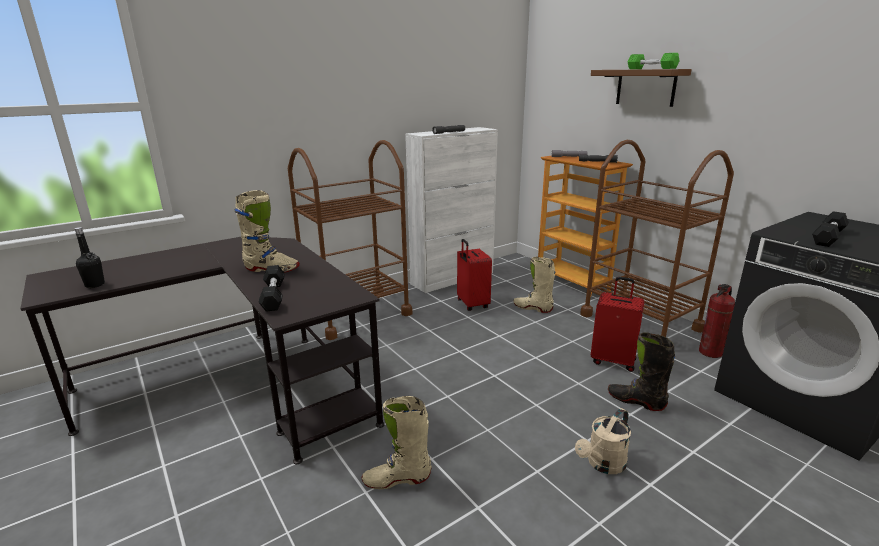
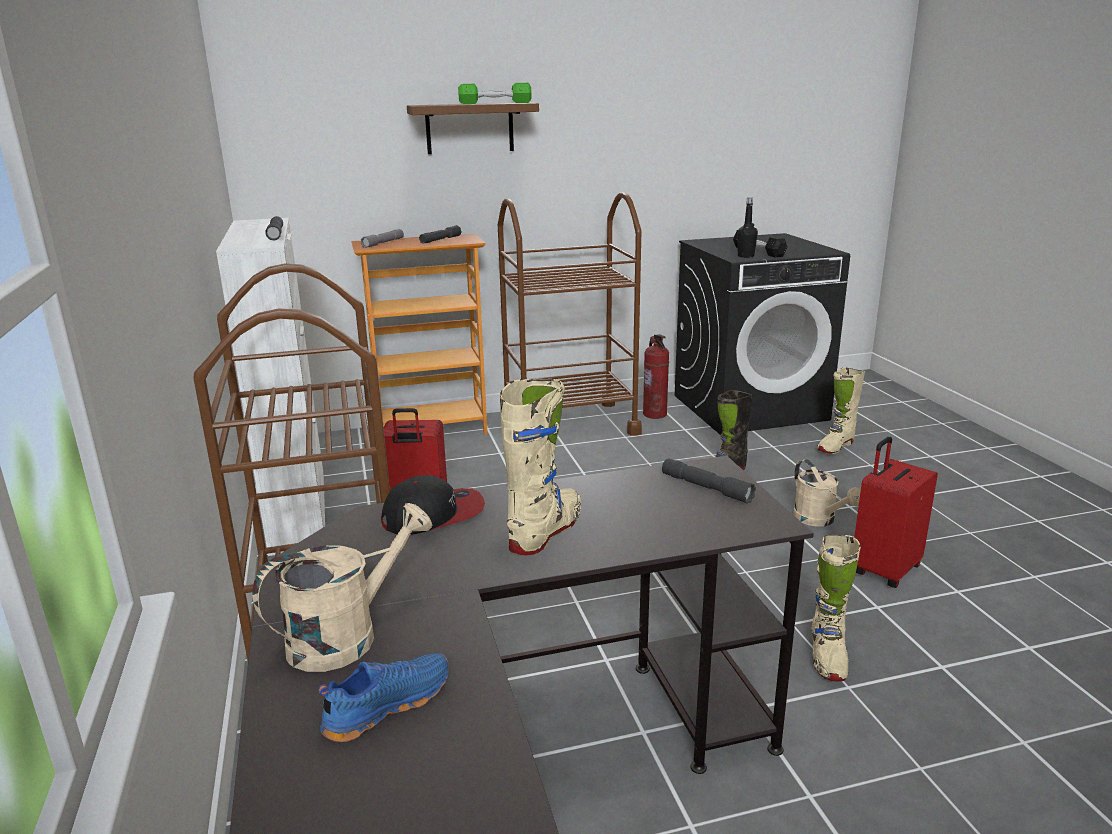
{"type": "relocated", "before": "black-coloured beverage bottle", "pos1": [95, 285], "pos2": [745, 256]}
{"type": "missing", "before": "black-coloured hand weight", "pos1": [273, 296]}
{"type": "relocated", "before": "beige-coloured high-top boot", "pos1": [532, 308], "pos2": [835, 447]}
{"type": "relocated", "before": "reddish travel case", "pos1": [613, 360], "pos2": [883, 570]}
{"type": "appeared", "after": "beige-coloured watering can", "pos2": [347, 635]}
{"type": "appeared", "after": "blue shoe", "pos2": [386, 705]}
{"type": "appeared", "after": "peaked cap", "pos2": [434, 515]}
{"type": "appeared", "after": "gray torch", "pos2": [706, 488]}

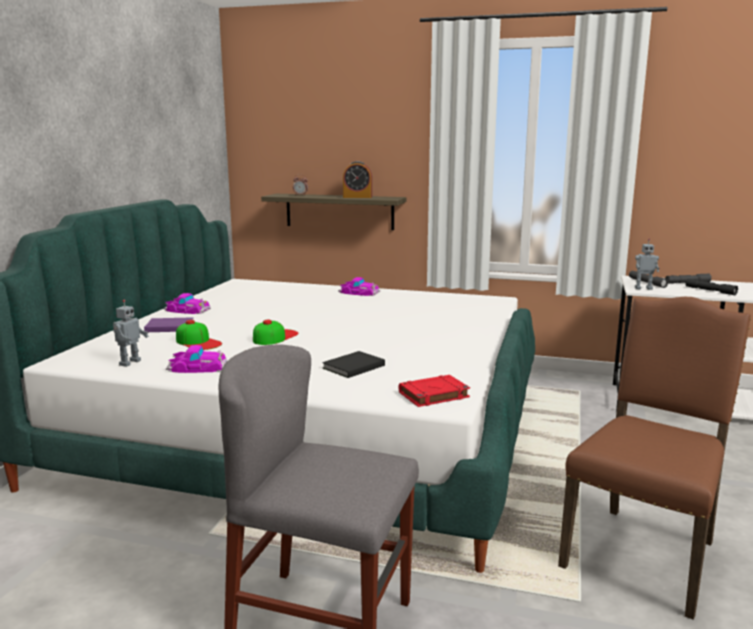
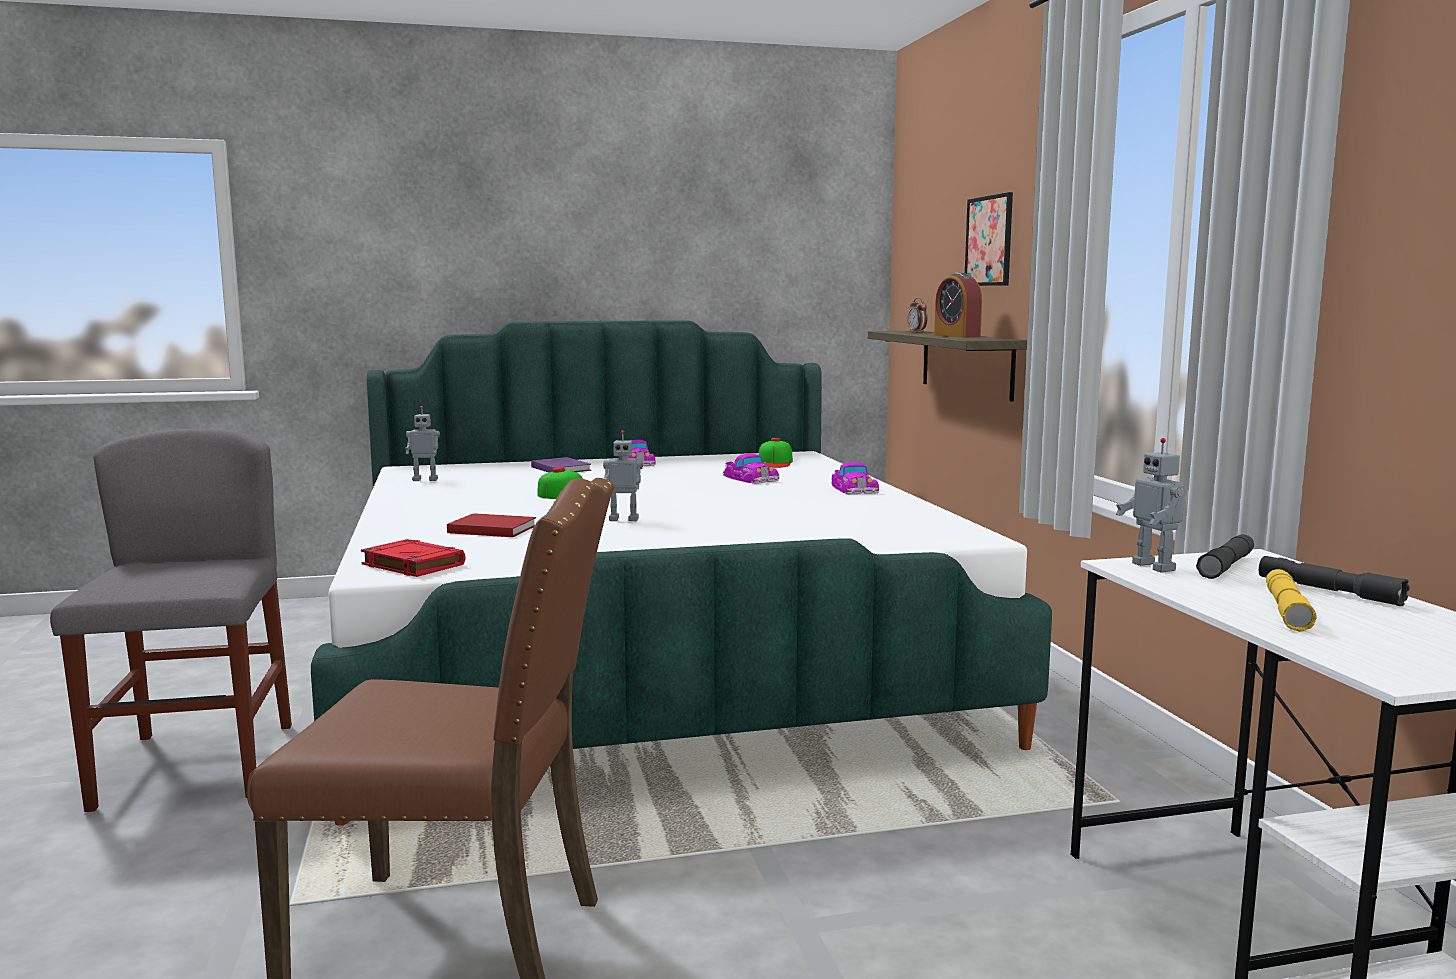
{"type": "relocated", "before": "toy car", "pos1": [198, 367], "pos2": [750, 478]}
{"type": "relocated", "before": "peaked cap", "pos1": [198, 342], "pos2": [774, 463]}
{"type": "colour", "before": "black-coloured book", "after": "reddish book", "pos1": [352, 367], "pos2": [491, 529]}
{"type": "colour", "before": "black-coloured torch", "after": "yellowish torch", "pos1": [710, 291], "pos2": [1287, 611]}
{"type": "appeared", "after": "model robot", "pos2": [624, 519]}
{"type": "appeared", "after": "wall picture", "pos2": [989, 241]}

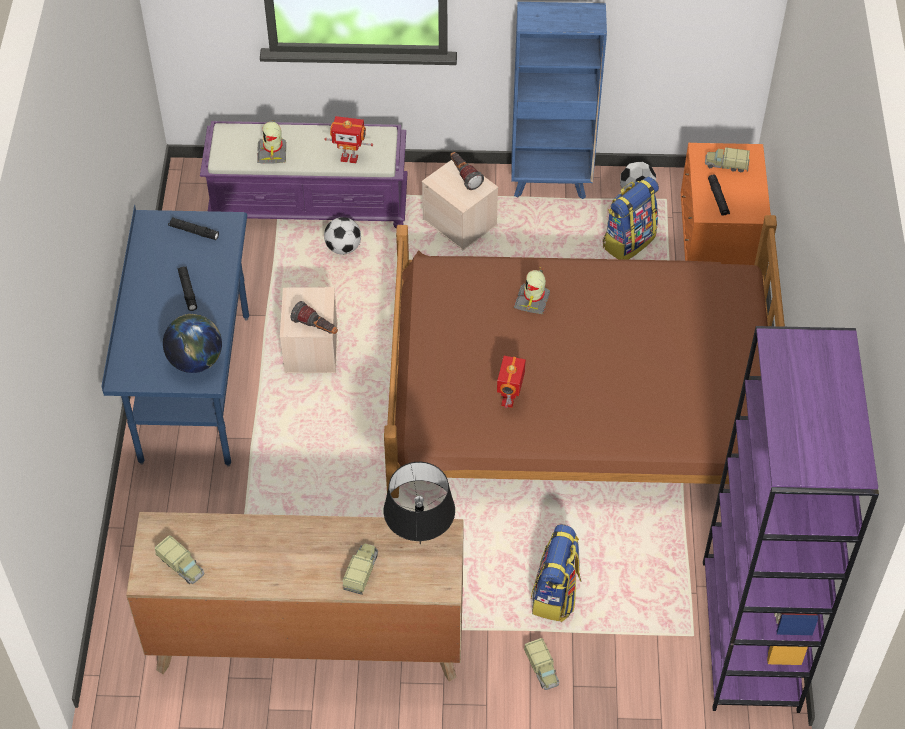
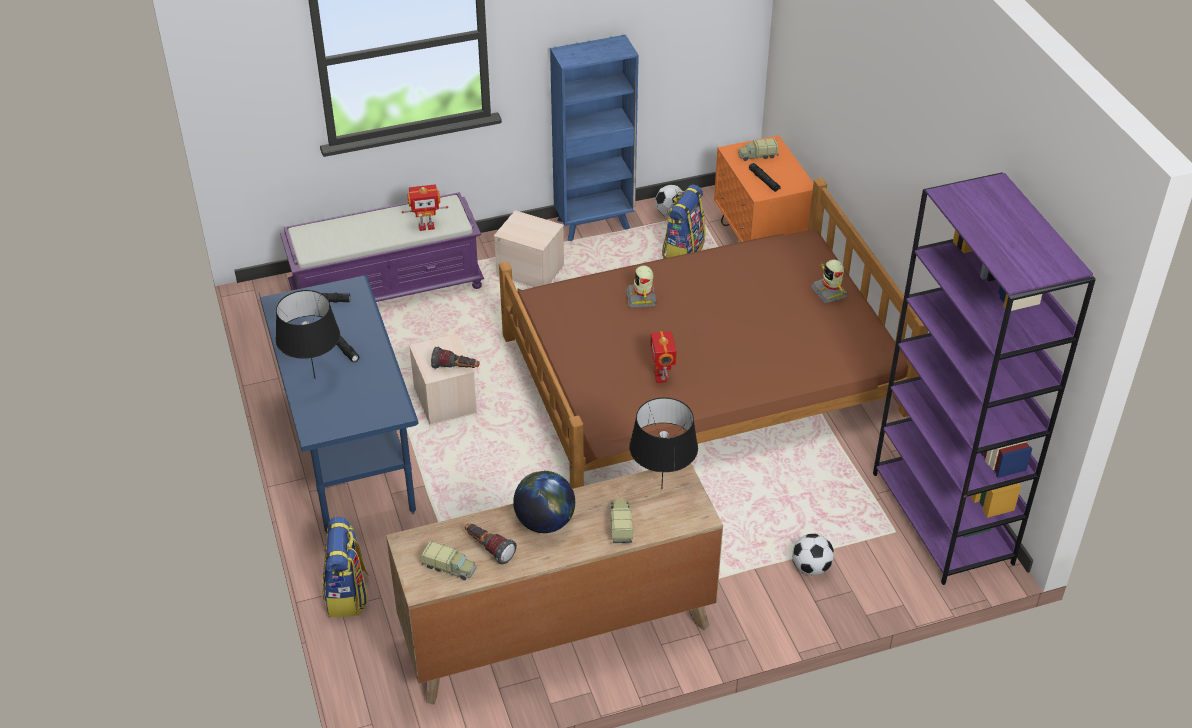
{"type": "relocated", "before": "world globe", "pos1": [196, 361], "pos2": [545, 522]}
{"type": "relocated", "before": "model robot", "pos1": [273, 153], "pos2": [830, 292]}
{"type": "relocated", "before": "ball for football", "pos1": [343, 248], "pos2": [811, 567]}
{"type": "relocated", "before": "torch", "pos1": [464, 176], "pos2": [488, 548]}
{"type": "missing", "before": "model truck", "pos1": [542, 669]}
{"type": "relocated", "before": "rucksack", "pos1": [555, 595], "pos2": [347, 594]}
{"type": "appeared", "after": "black-coloured lamp for a table", "pos2": [314, 378]}

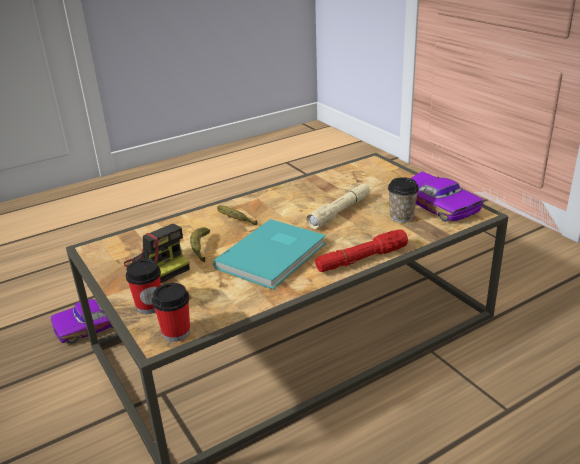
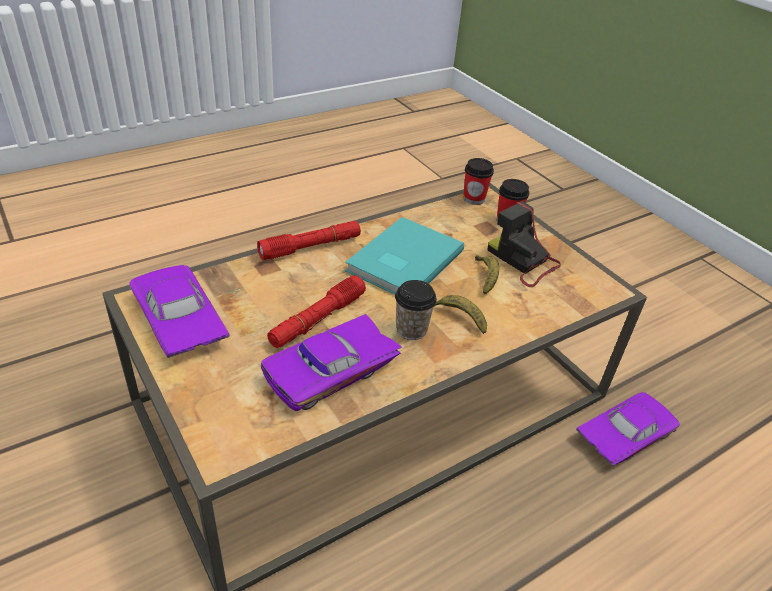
{"type": "colour", "before": "beige-coloured torch", "after": "reddish torch", "pos1": [340, 212], "pos2": [317, 319]}
{"type": "relocated", "before": "small cup", "pos1": [401, 217], "pos2": [411, 329]}
{"type": "appeared", "after": "purple toy car", "pos2": [333, 373]}

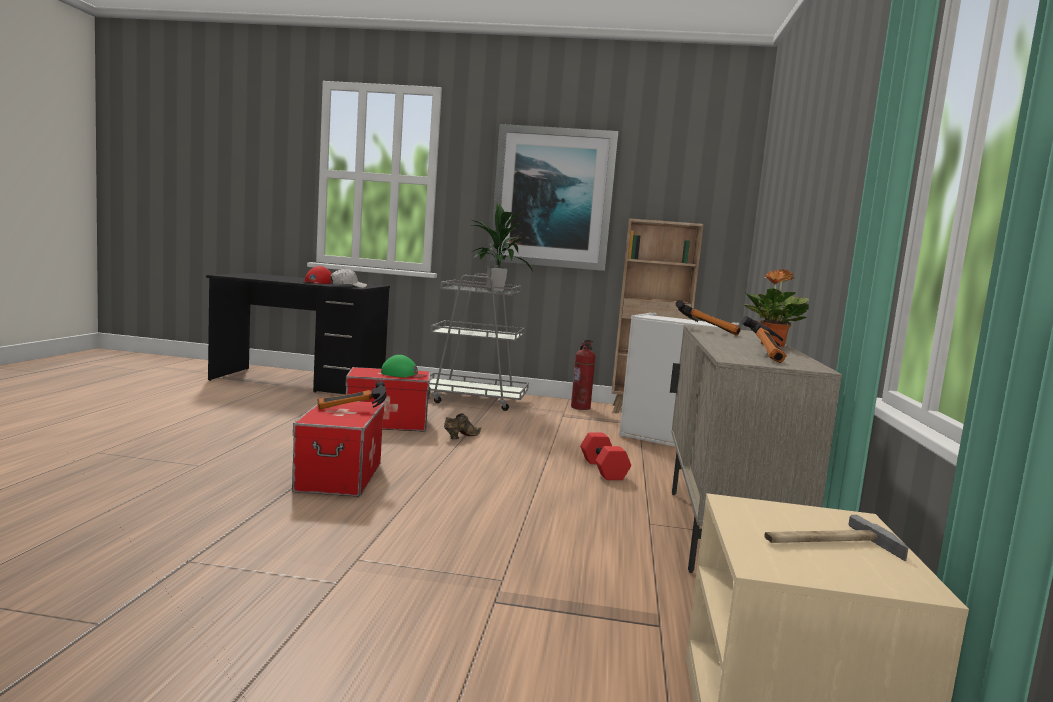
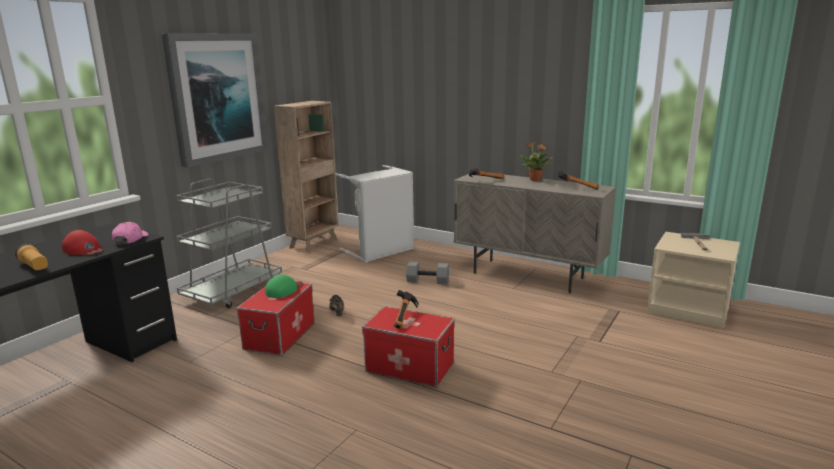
{"type": "colour", "before": "white-coloured peaked cap", "after": "pink peaked cap", "pos1": [348, 286], "pos2": [130, 239]}
{"type": "missing", "before": "potted plant", "pos1": [495, 291]}
{"type": "missing", "before": "extinguisher", "pos1": [581, 407]}
{"type": "colour", "before": "reddish hand weight", "after": "gray hand weight", "pos1": [604, 469], "pos2": [428, 281]}
{"type": "appeared", "after": "torch", "pos2": [34, 266]}

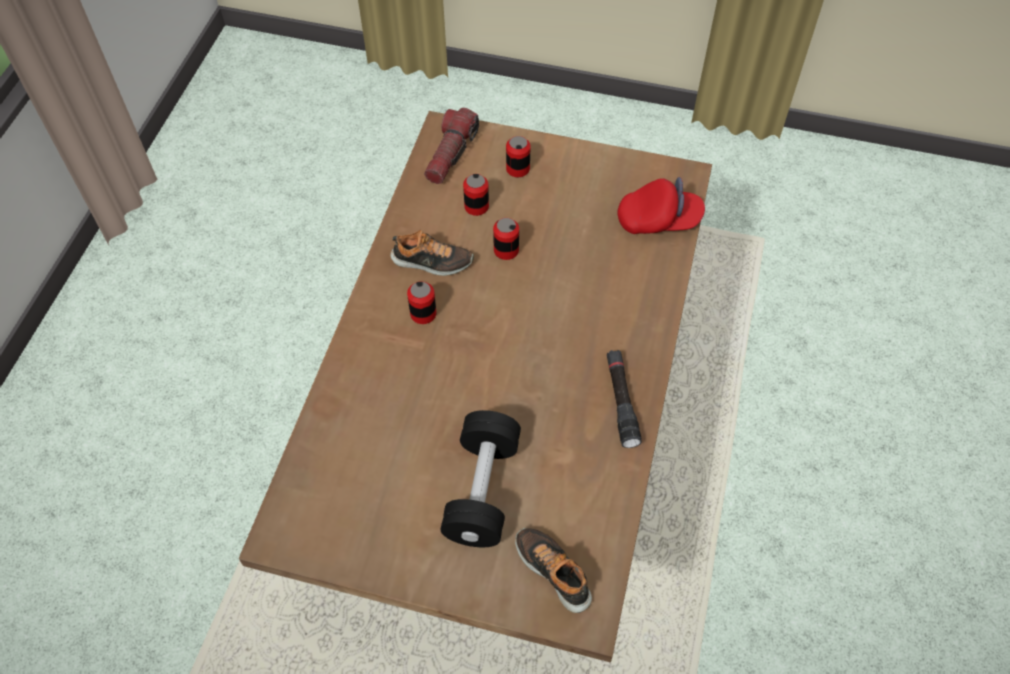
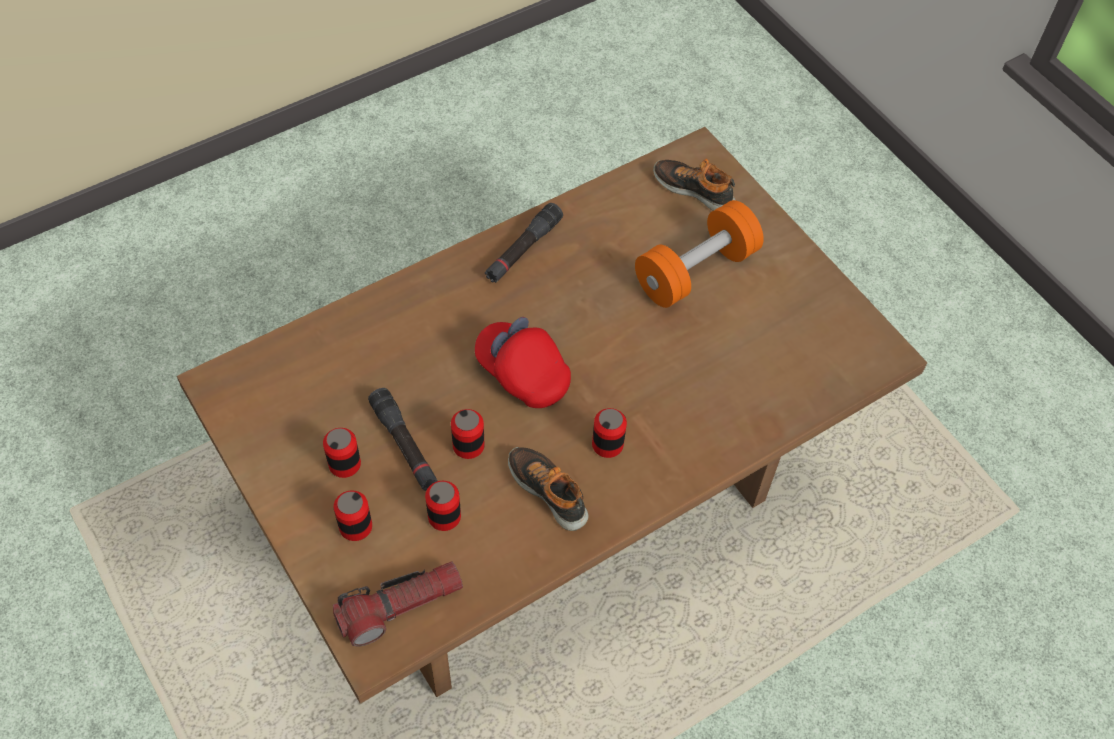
{"type": "colour", "before": "black-coloured hand weight", "after": "orangey hand weight", "pos1": [482, 490], "pos2": [696, 271]}
{"type": "spun", "before": "shoe", "pos1": [554, 571], "pos2": [694, 190], "turn": 120}
{"type": "relocated", "before": "reddish peaked cap", "pos1": [658, 220], "pos2": [522, 373]}
{"type": "appeared", "after": "can", "pos2": [344, 464]}
{"type": "appeared", "after": "black-coloured torch", "pos2": [404, 445]}

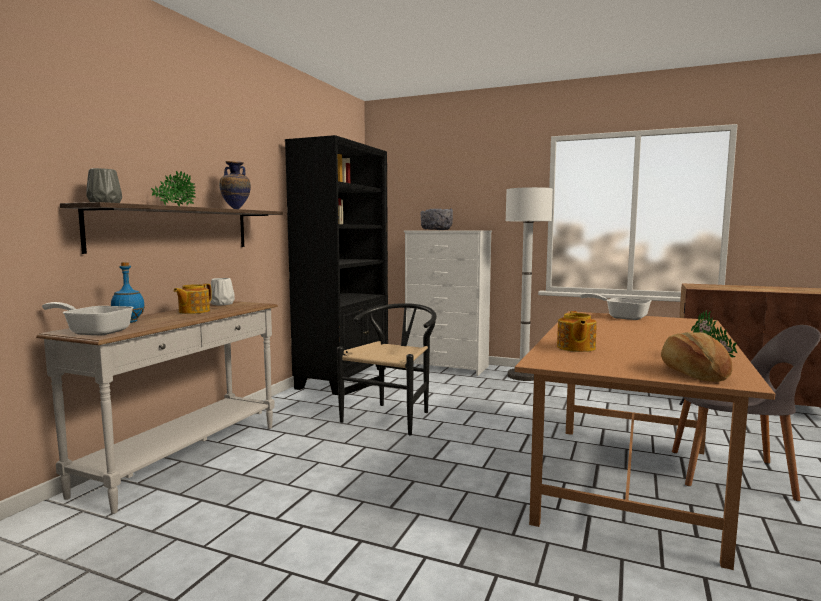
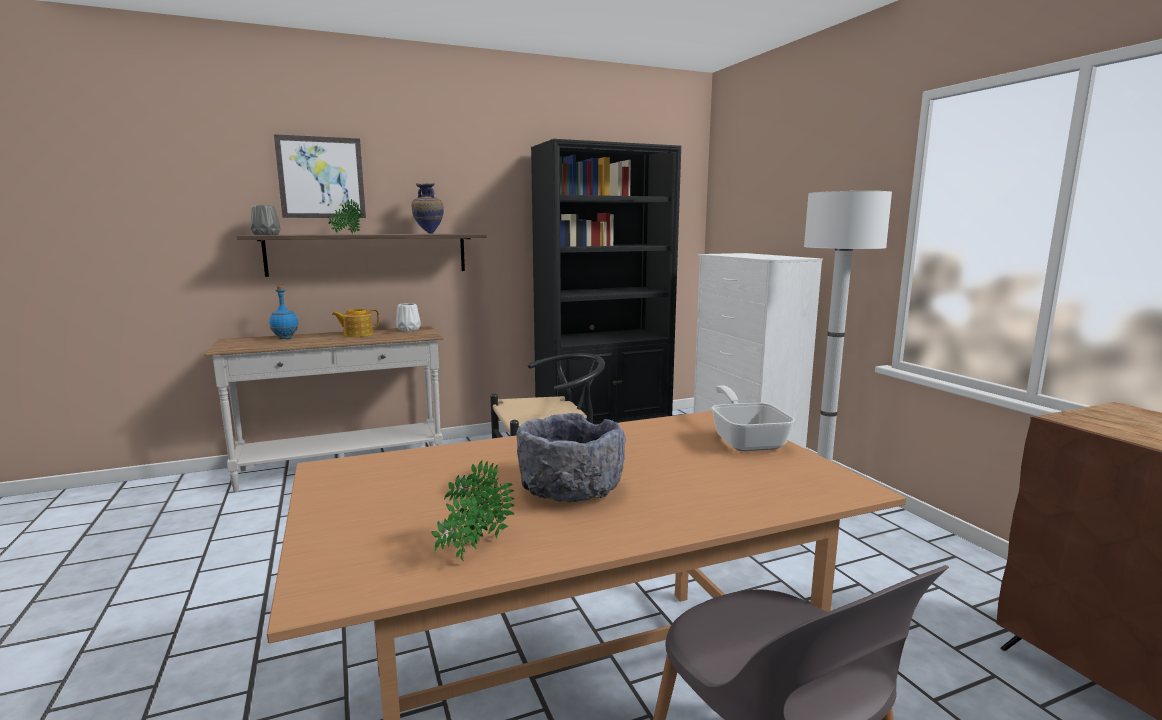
{"type": "missing", "before": "skillet", "pos1": [94, 332]}
{"type": "relocated", "before": "gray deep dish", "pos1": [436, 230], "pos2": [569, 489]}
{"type": "missing", "before": "teapot", "pos1": [575, 348]}
{"type": "missing", "before": "bakery bread", "pos1": [693, 373]}
{"type": "appeared", "after": "wall picture", "pos2": [321, 177]}

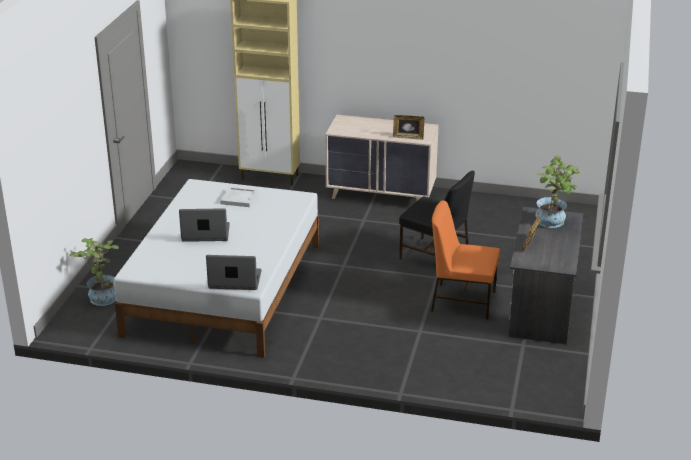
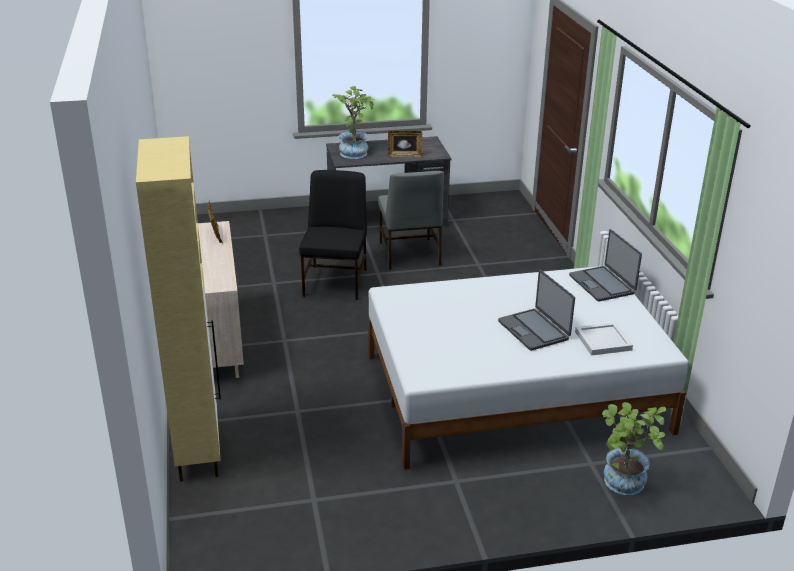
{"type": "relocated", "before": "white-coloured carrying tray", "pos1": [239, 198], "pos2": [603, 340]}
{"type": "colour", "before": "orangey plain chair", "after": "gray plain chair", "pos1": [462, 300], "pos2": [409, 254]}

